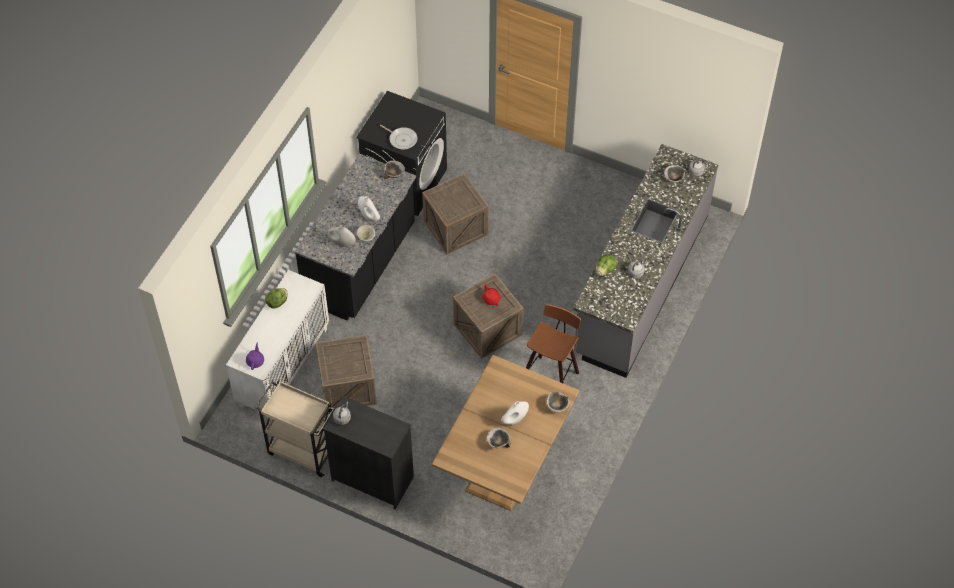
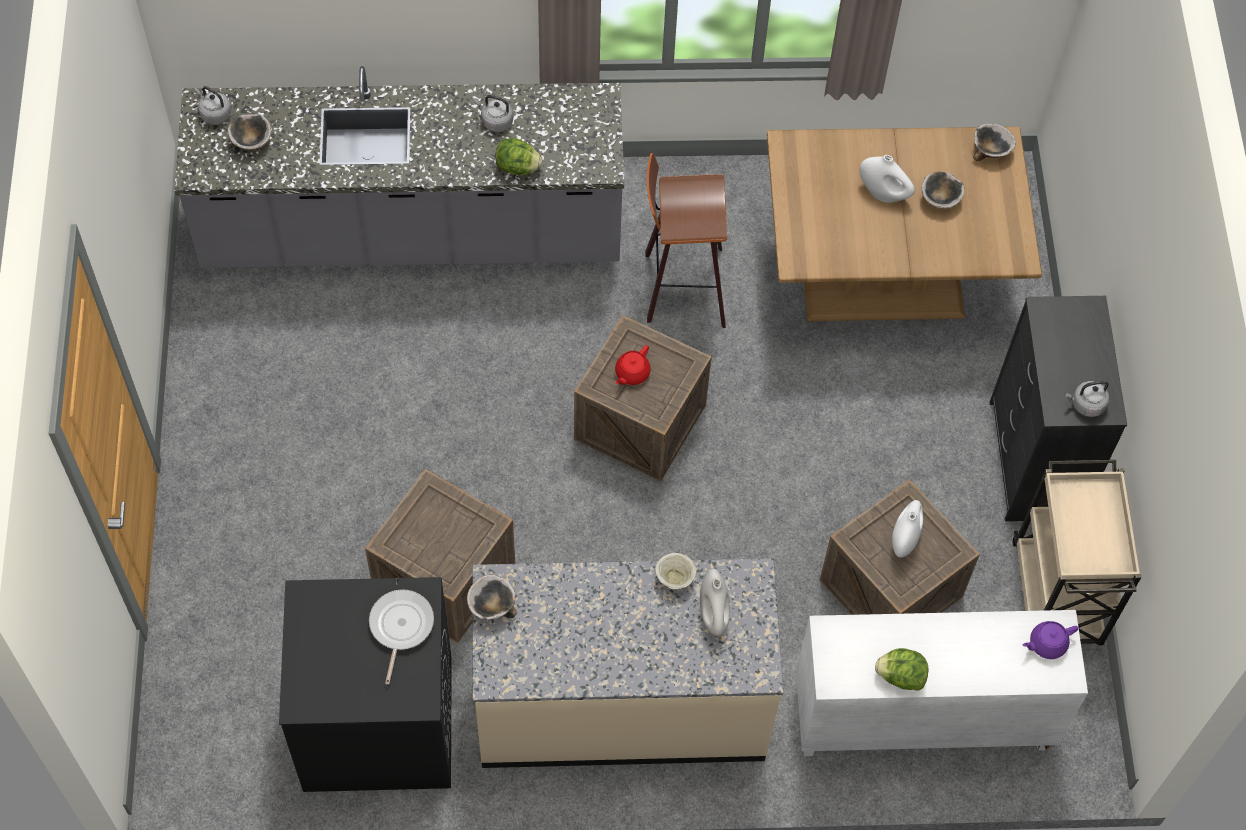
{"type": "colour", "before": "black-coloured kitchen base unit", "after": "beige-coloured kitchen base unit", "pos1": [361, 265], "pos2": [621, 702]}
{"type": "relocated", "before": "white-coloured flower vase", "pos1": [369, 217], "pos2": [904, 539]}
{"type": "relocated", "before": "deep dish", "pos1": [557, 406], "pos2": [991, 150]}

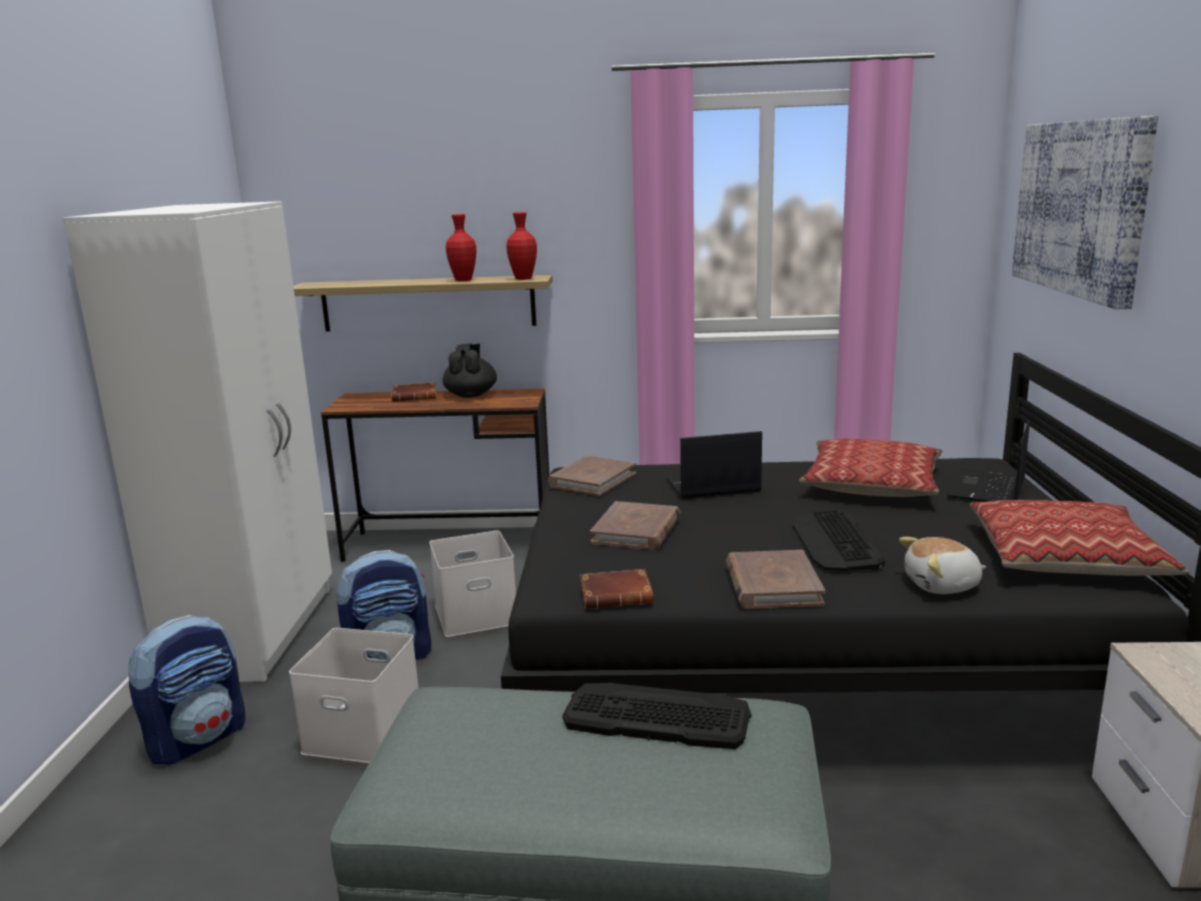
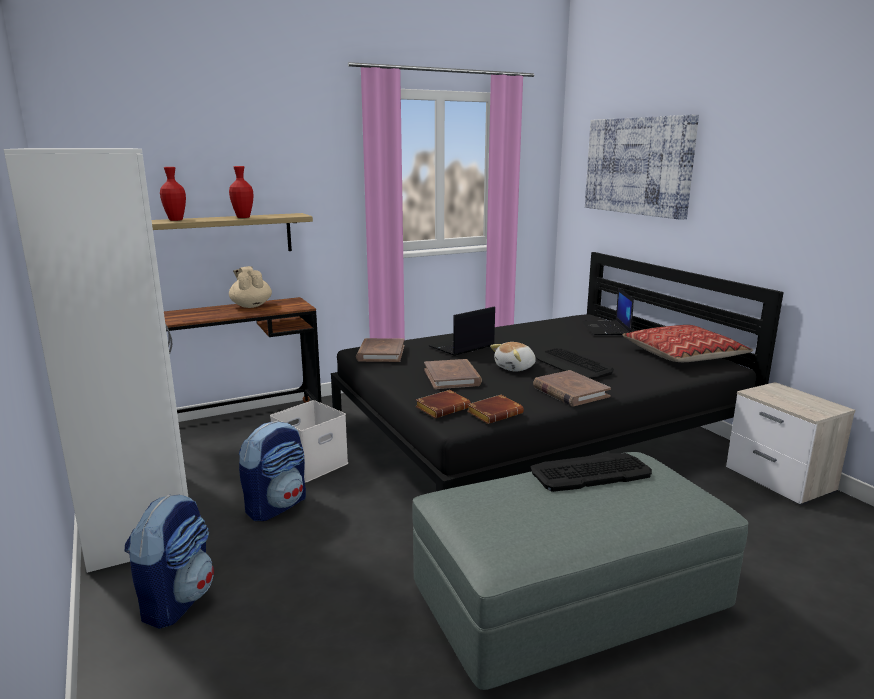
{"type": "missing", "before": "white-coloured storage container", "pos1": [366, 731]}
{"type": "relocated", "before": "brown-coloured book", "pos1": [416, 397], "pos2": [443, 408]}
{"type": "colour", "before": "black-coloured teapot", "after": "beige-coloured teapot", "pos1": [471, 395], "pos2": [251, 306]}
{"type": "relocated", "before": "reddish flower vase", "pos1": [523, 279], "pos2": [176, 220]}
{"type": "missing", "before": "cushion", "pos1": [872, 484]}
{"type": "relocated", "before": "cuddly toy", "pos1": [942, 585], "pos2": [515, 368]}

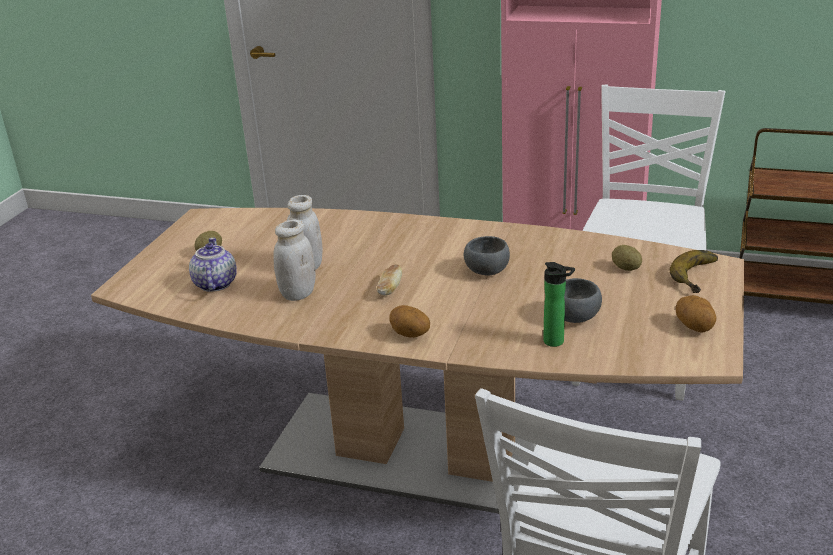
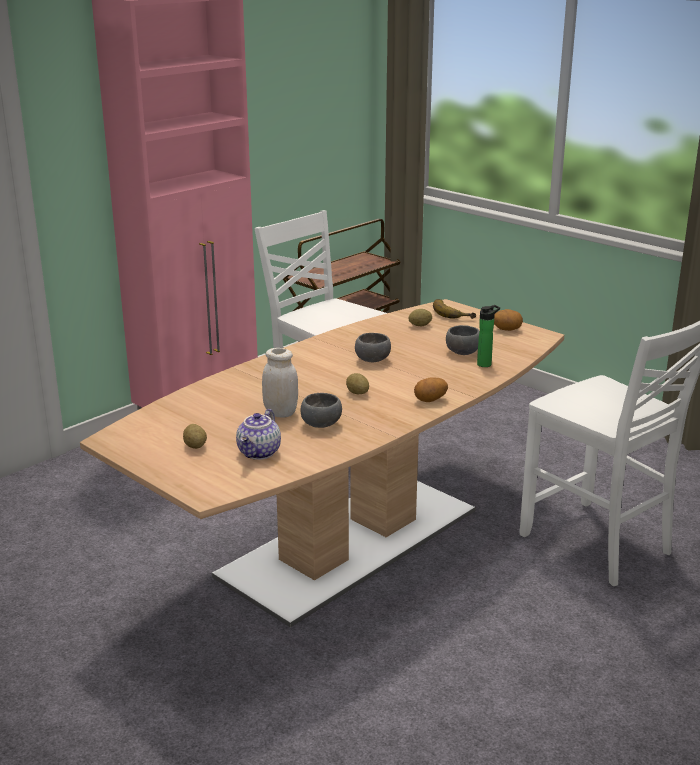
{"type": "spun", "before": "teapot", "pos1": [214, 284], "pos2": [260, 453], "turn": -90}
{"type": "exchanged", "before": "white-coloured preserve jar", "after": "gray deep dish", "pos1": [298, 294], "pos2": [322, 424]}
{"type": "exchanged", "before": "bakery bread", "after": "potato", "pos1": [389, 289], "pos2": [357, 393]}

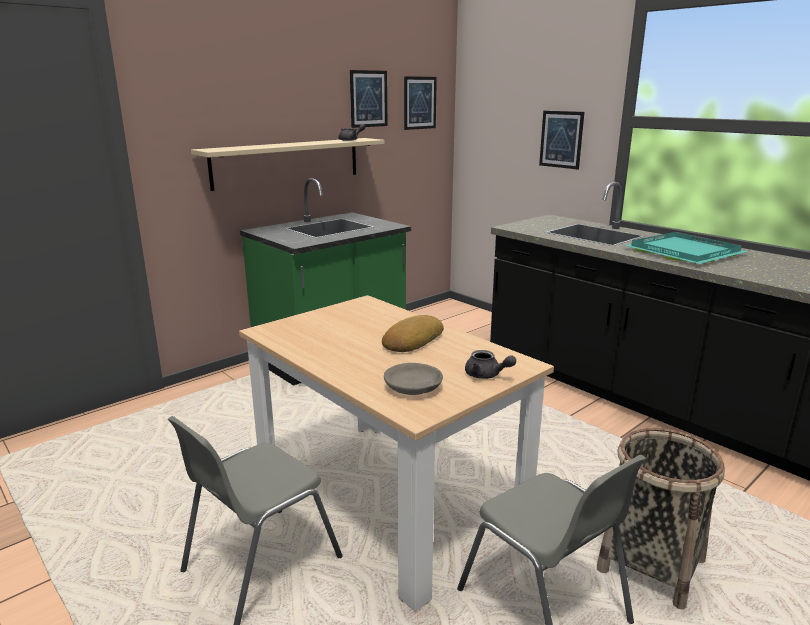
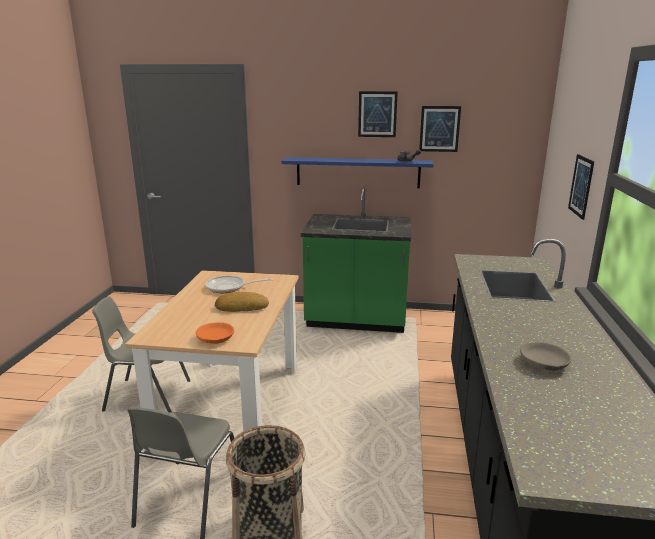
{"type": "colour", "before": "beige-coloured bracket shelf", "after": "blue bracket shelf", "pos1": [287, 162], "pos2": [357, 172]}
{"type": "relocated", "before": "gray deep dish", "pos1": [413, 387], "pos2": [544, 363]}
{"type": "relocated", "before": "wall picture", "pos1": [420, 103], "pos2": [377, 114]}
{"type": "exchanged", "before": "gray teapot", "after": "orangey deep dish", "pos1": [486, 375], "pos2": [215, 339]}
{"type": "missing", "before": "blue-green carrying tray", "pos1": [682, 252]}
{"type": "appeared", "after": "skillet", "pos2": [229, 287]}

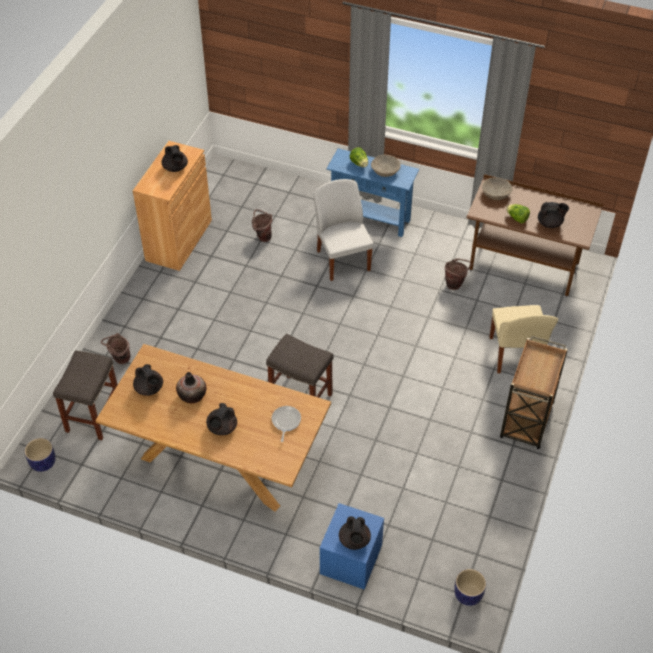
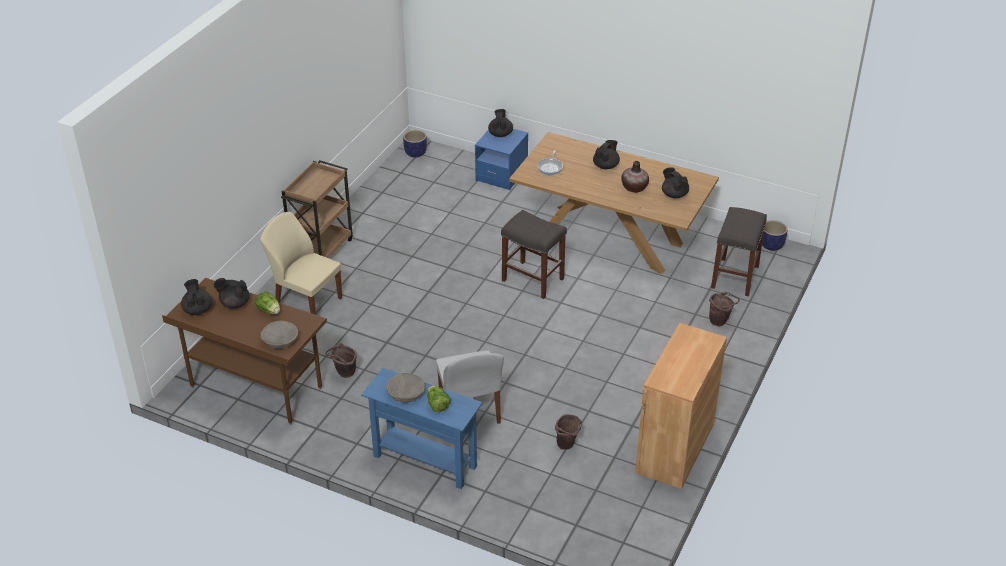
{"type": "relocated", "before": "black-coloured teapot", "pos1": [175, 168], "pos2": [198, 309]}
{"type": "spun", "before": "beige-coloured plain chair", "pos1": [515, 355], "pos2": [307, 302], "turn": -60}

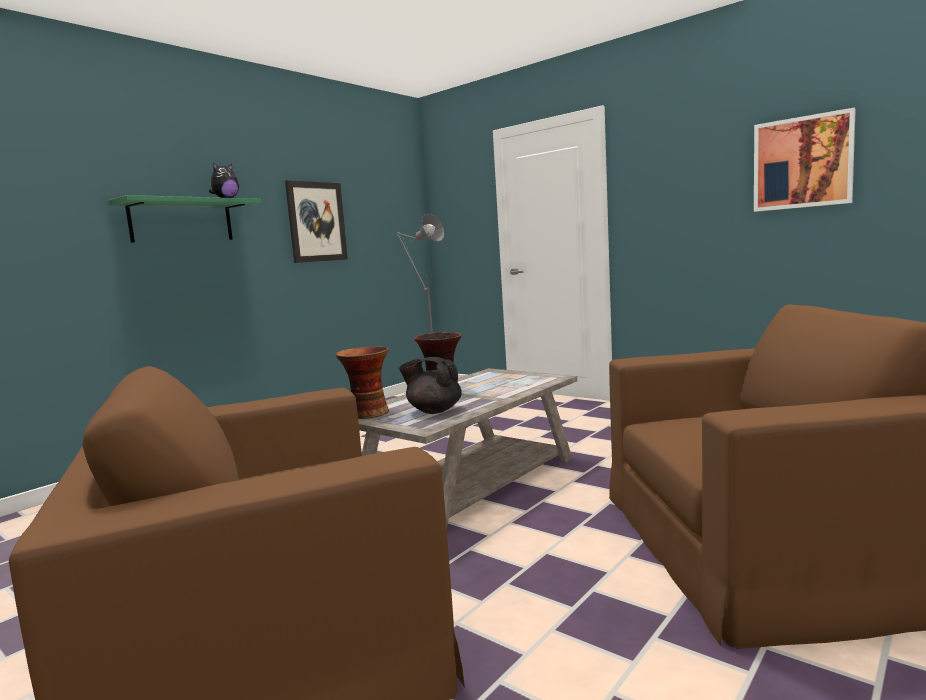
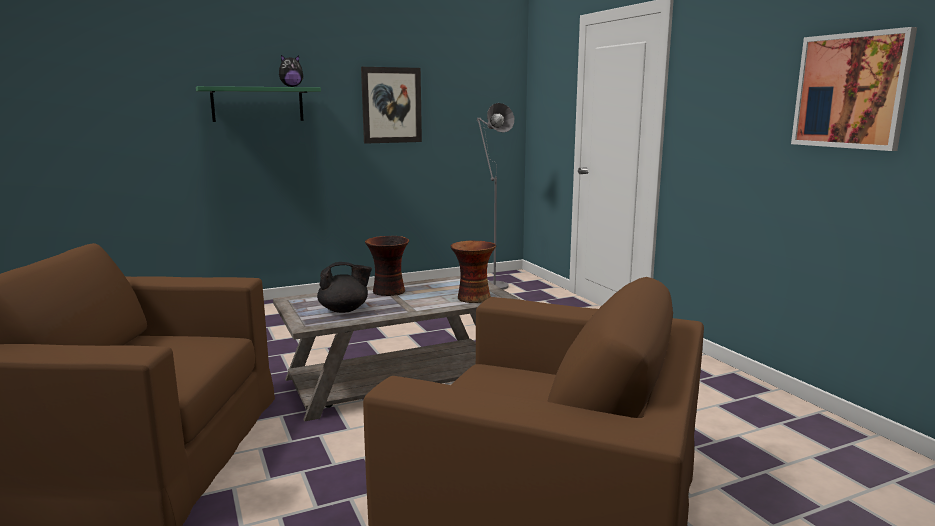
{"type": "relocated", "before": "flower vase", "pos1": [367, 413], "pos2": [472, 298]}
{"type": "spun", "before": "black-coloured teapot", "pos1": [433, 411], "pos2": [344, 310], "turn": 120}

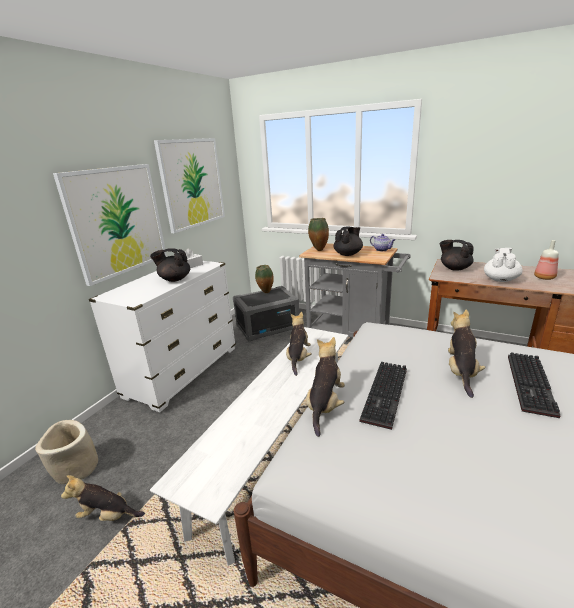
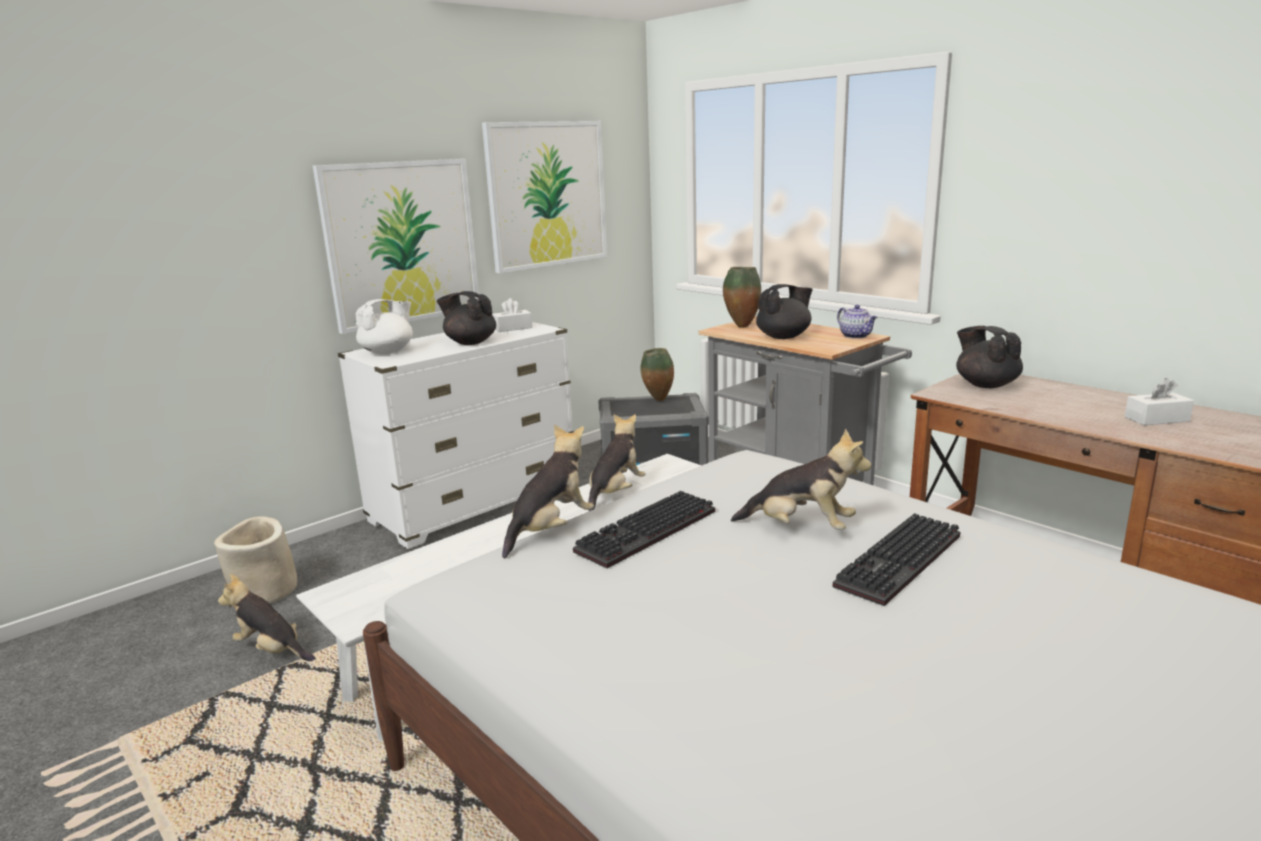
{"type": "spun", "before": "cuddly toy", "pos1": [461, 372], "pos2": [801, 528], "turn": 75}
{"type": "relocated", "before": "white-coloured teapot", "pos1": [500, 279], "pos2": [388, 352]}
{"type": "exchanged", "before": "beverage bottle", "after": "white-coloured box of tissues", "pos1": [544, 277], "pos2": [1156, 419]}

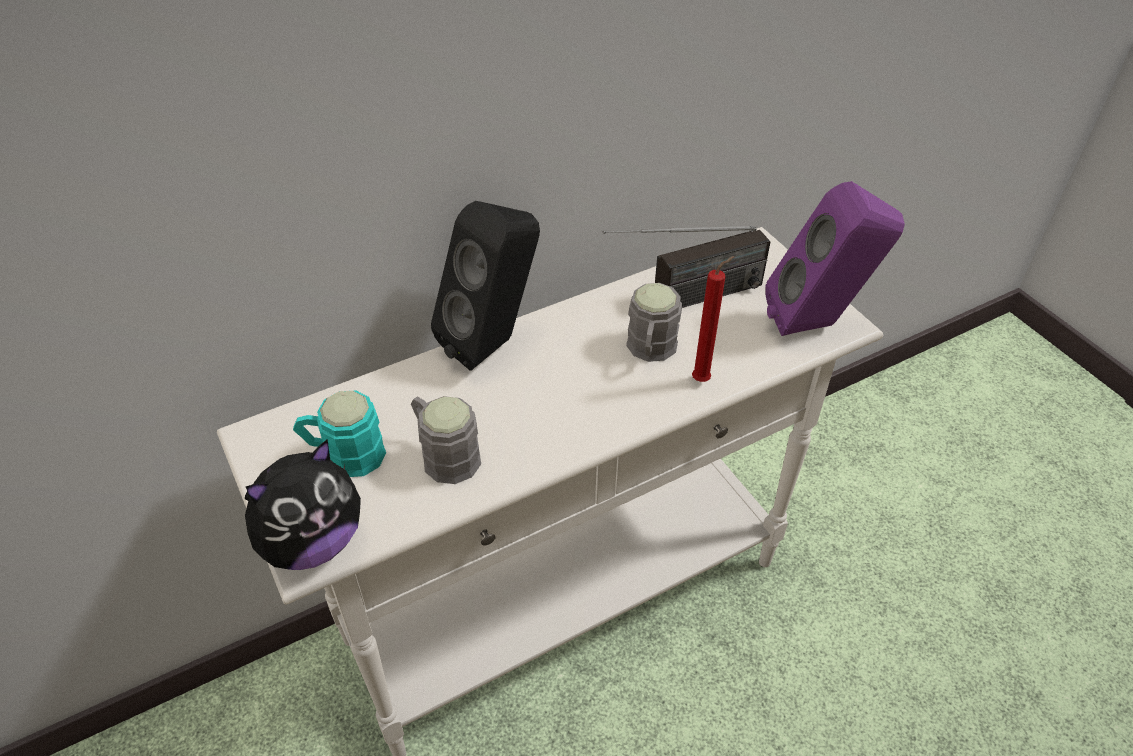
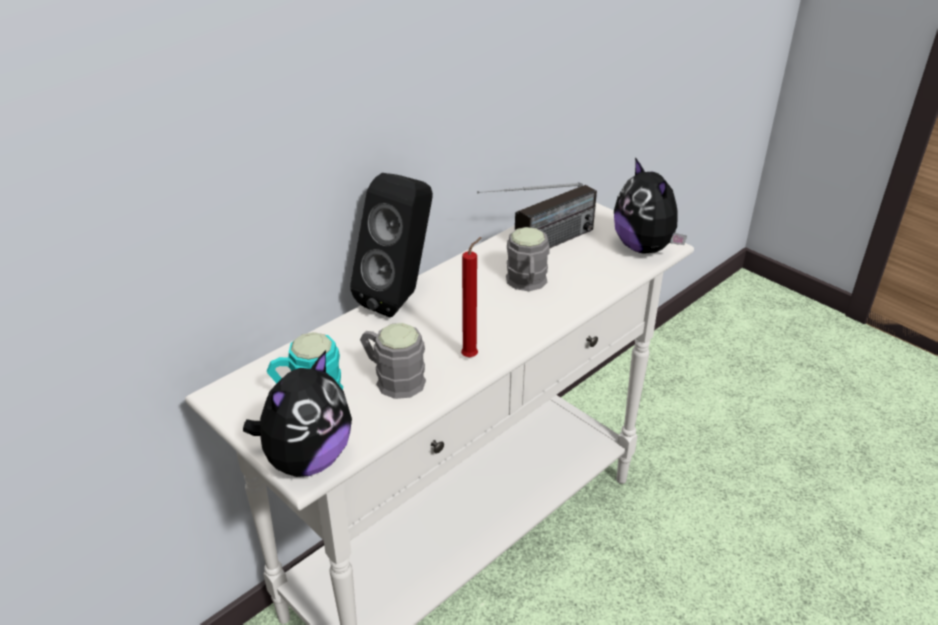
{"type": "relocated", "before": "reddish wax light", "pos1": [703, 379], "pos2": [472, 356]}
{"type": "exchanged", "before": "purple audio speaker", "after": "cuddly toy", "pos1": [818, 323], "pos2": [645, 247]}

